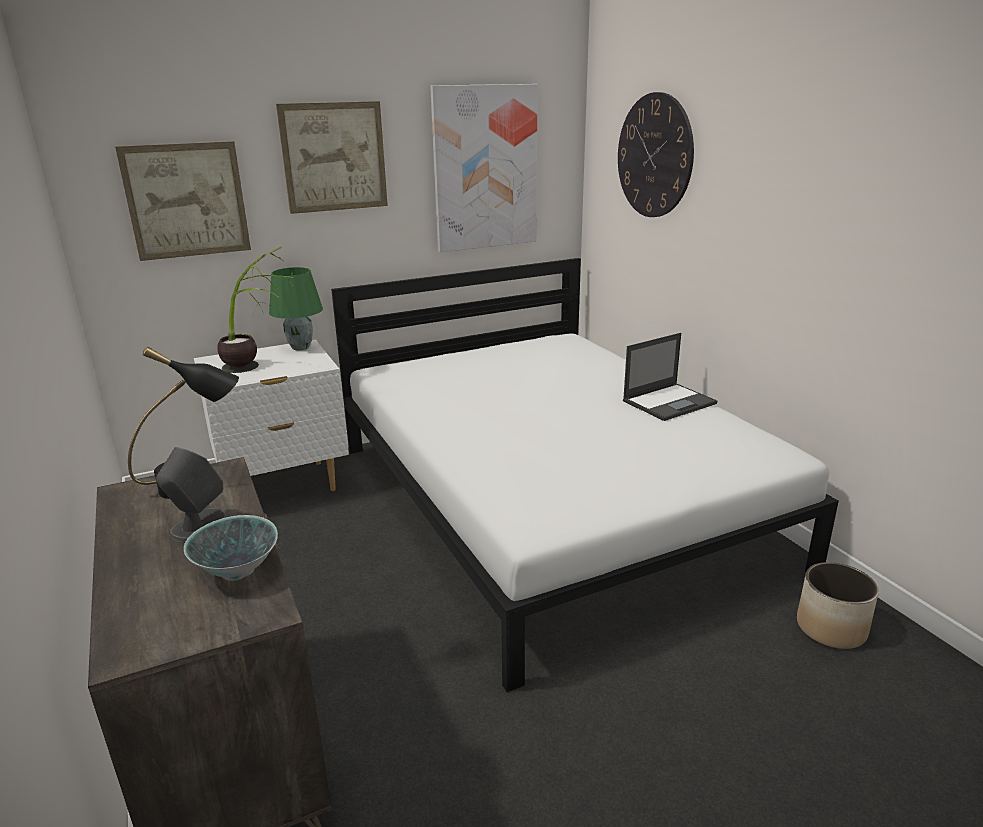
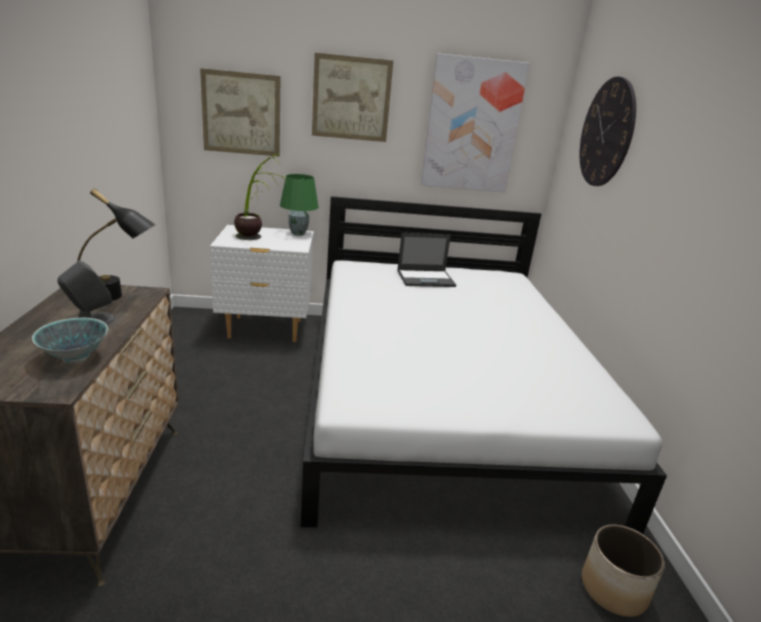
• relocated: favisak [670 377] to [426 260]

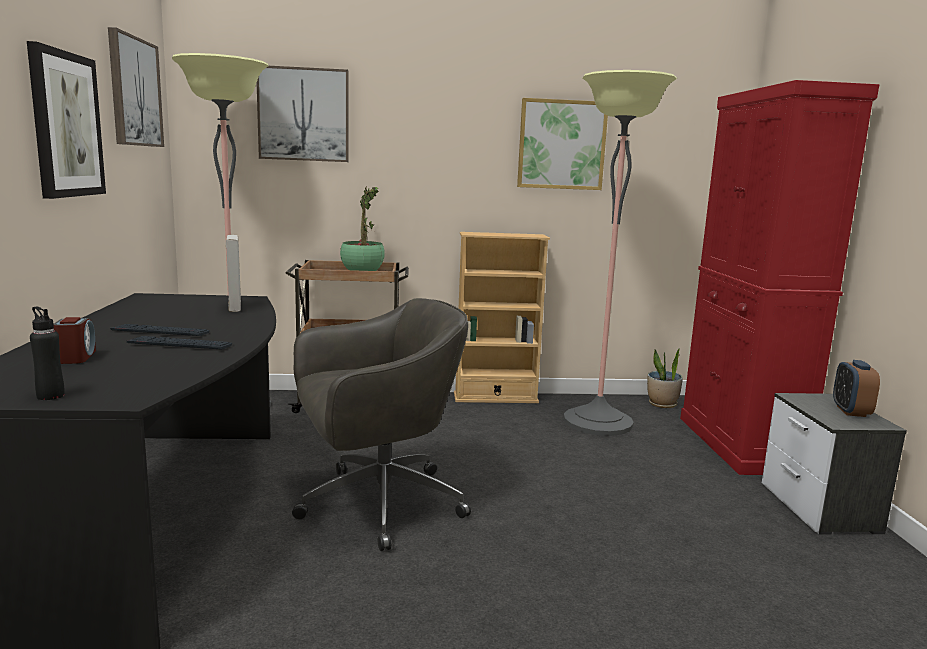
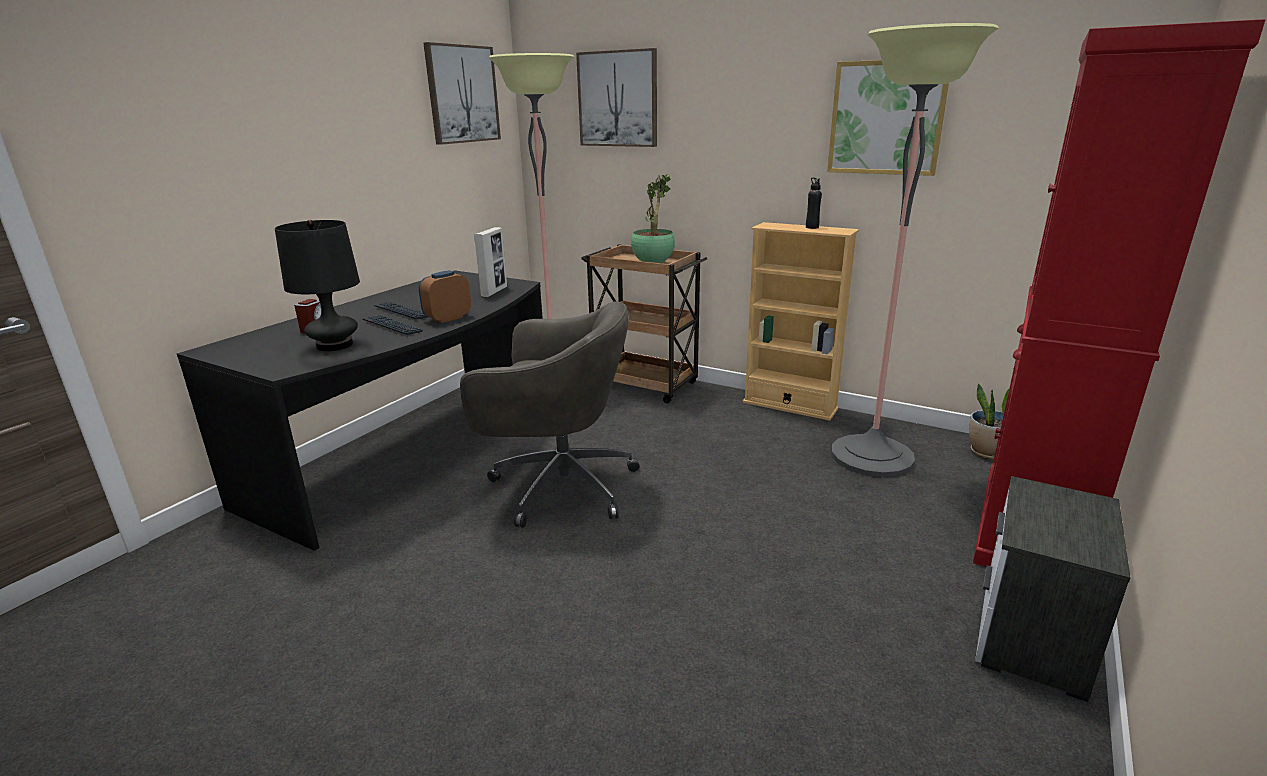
• missing: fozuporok [66 120]
• appeared: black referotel [317 285]
• relocated: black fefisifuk [47 353] to [814 203]
• relocated: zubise [856 388] to [445 296]

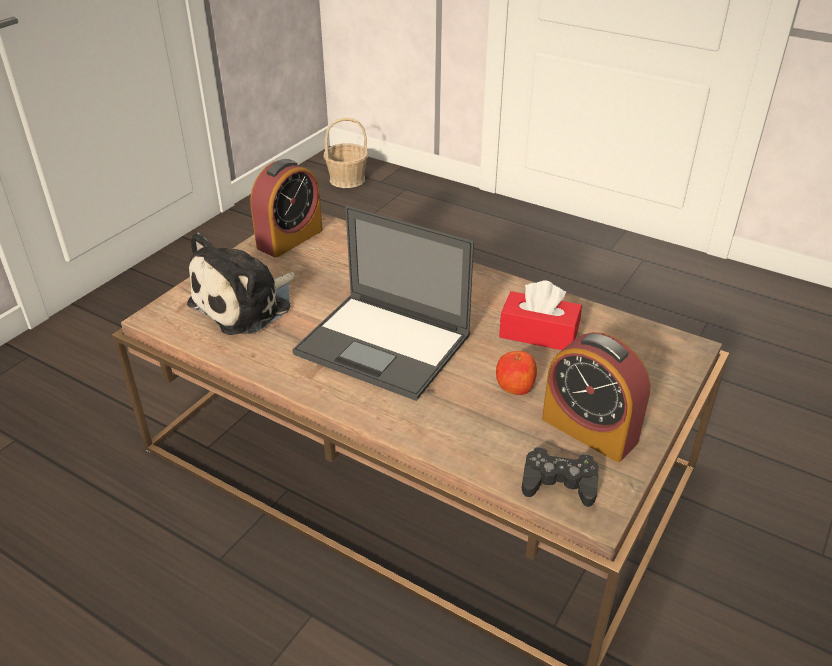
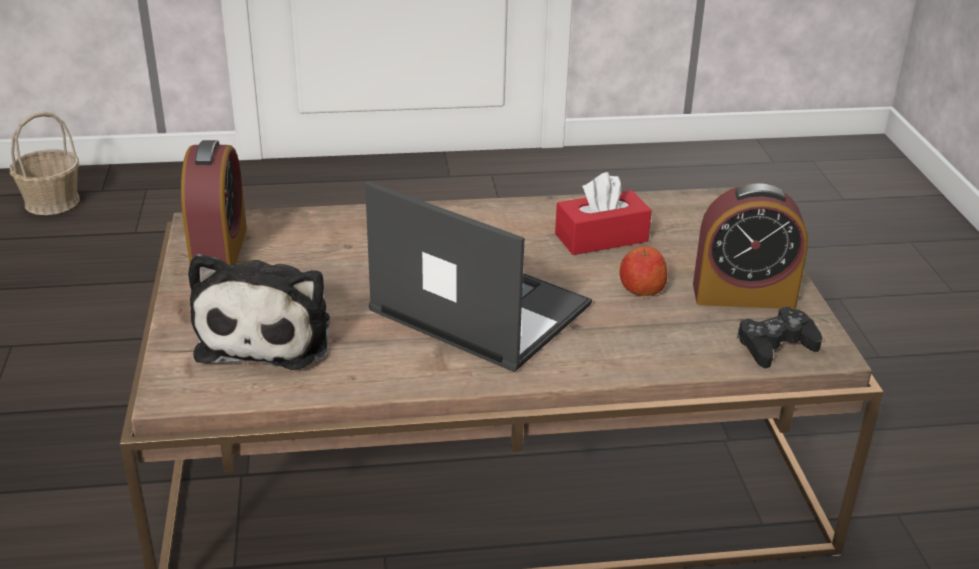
• spun: favisak [383 303] = [478 276] 135 degrees counterclockwise

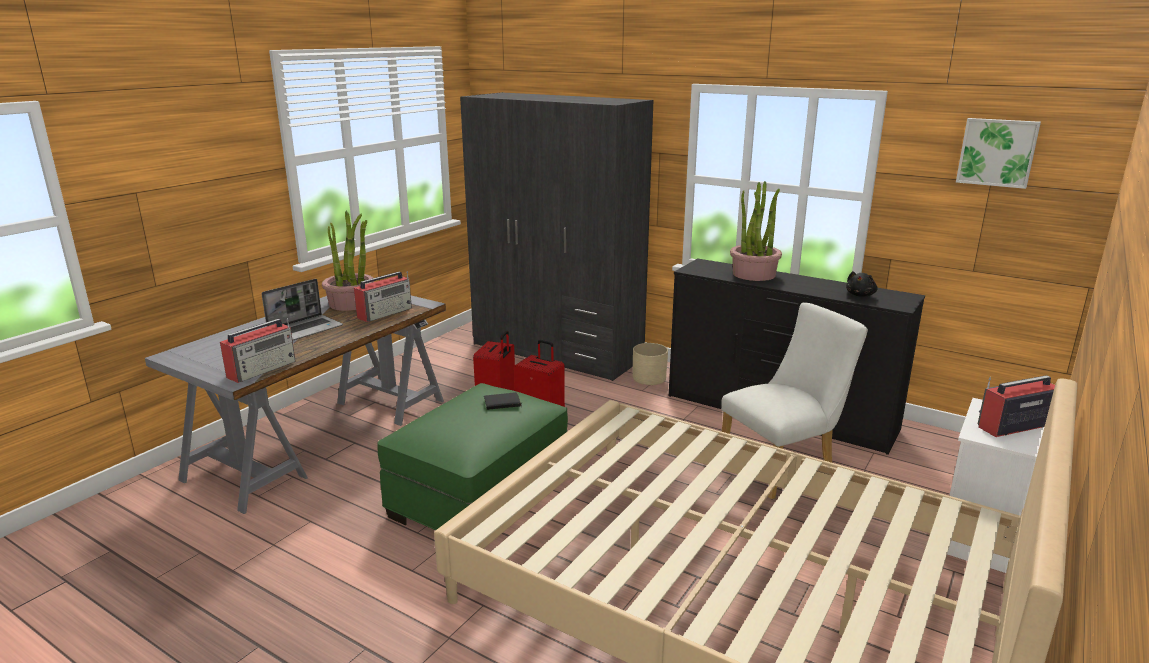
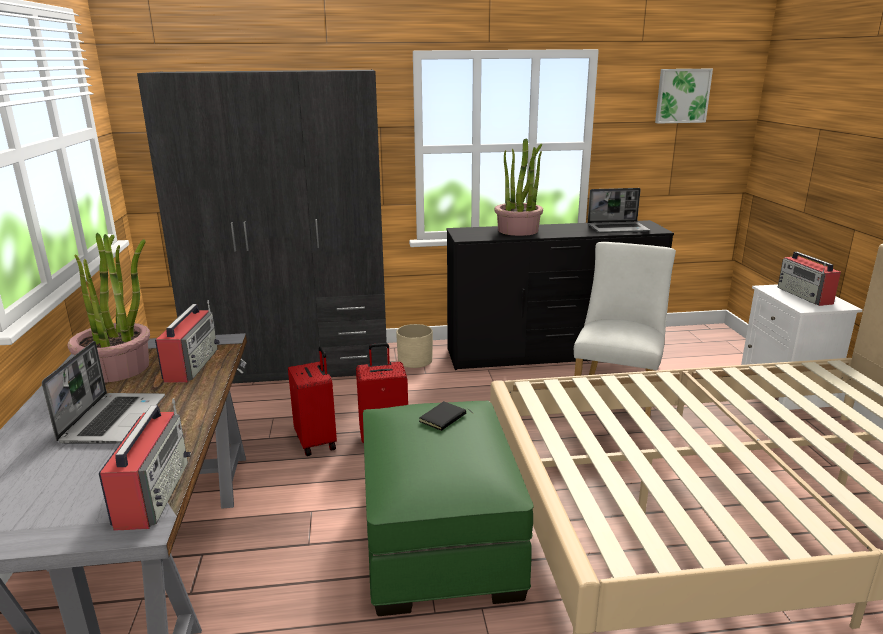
• exchanged: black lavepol [862 284] to favisak [619 210]
• spun: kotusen [1016 406] = [809 279] 45 degrees counterclockwise

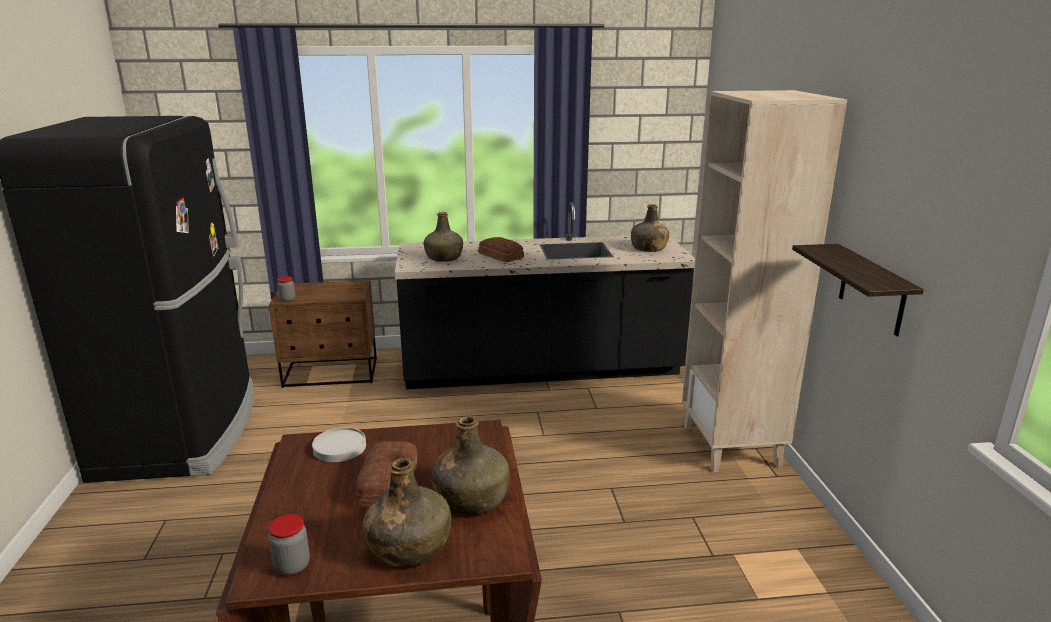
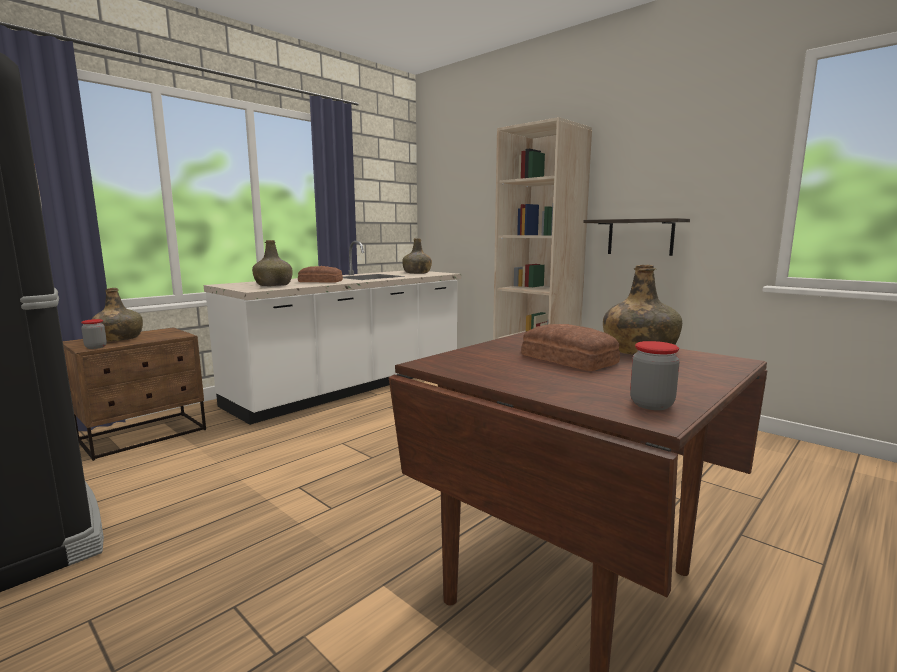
• missing: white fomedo [339 444]
• relocated: green fefisifuk [406 512] to [117 315]
• colour: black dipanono [545 295] to white dipanono [332 333]

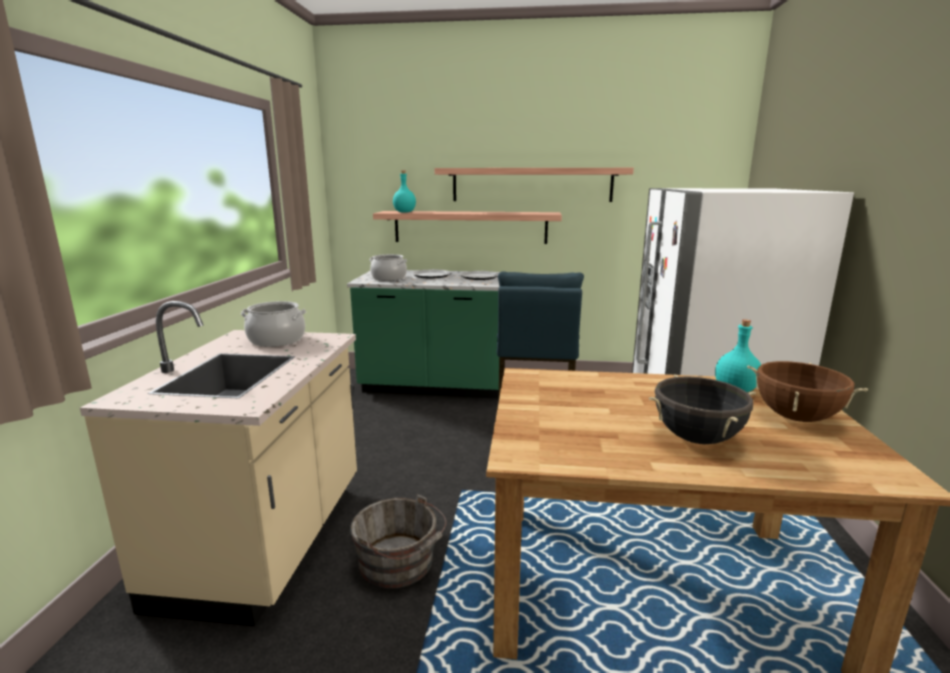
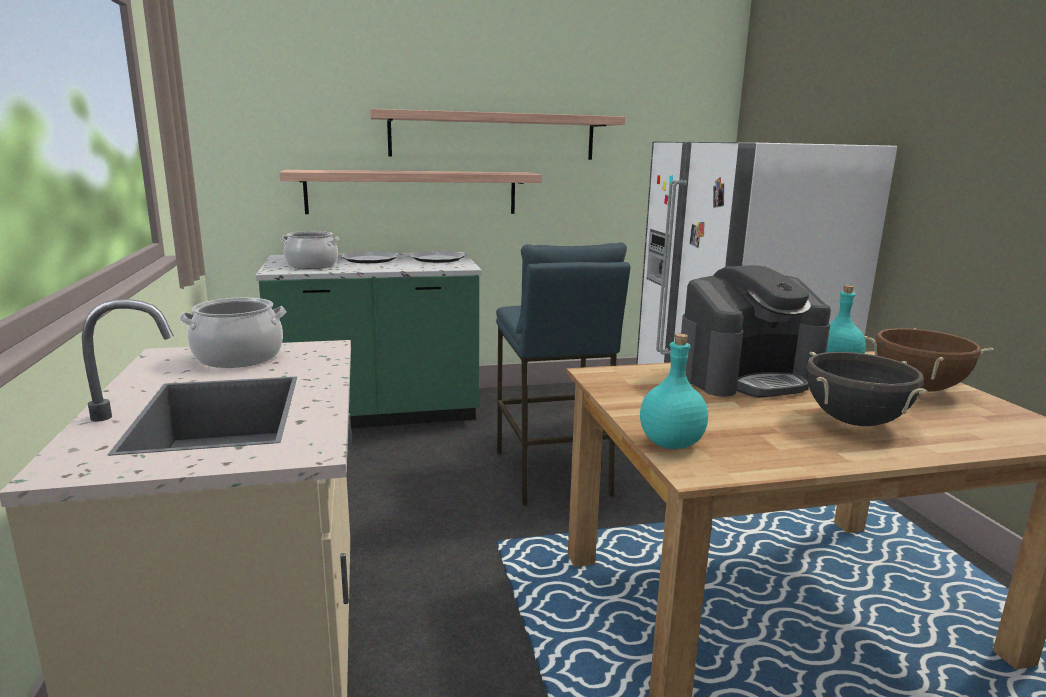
• missing: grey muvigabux [398 541]
• appeared: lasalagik [756 331]
• relocated: turquoise fefisifuk [404 191] to [674 391]

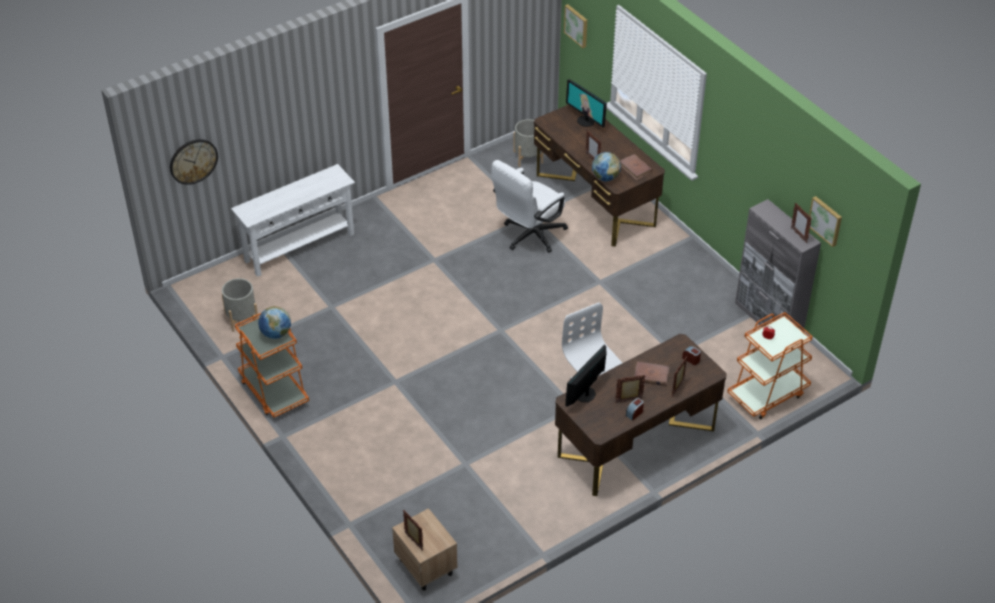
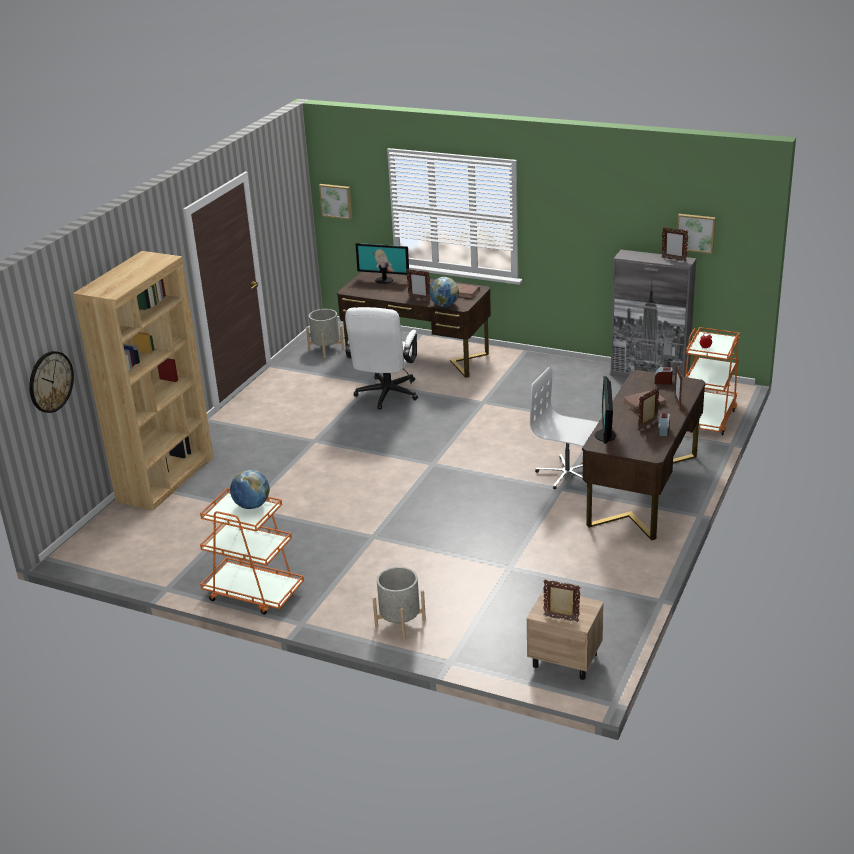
• relocated: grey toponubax [240 305] to [399 603]
• exchanged: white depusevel [293 220] to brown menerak [143 381]

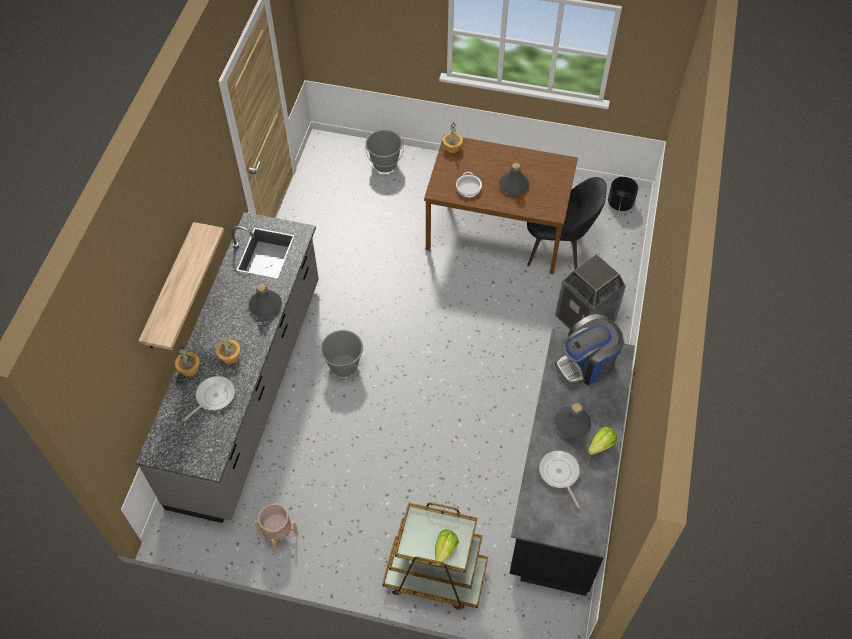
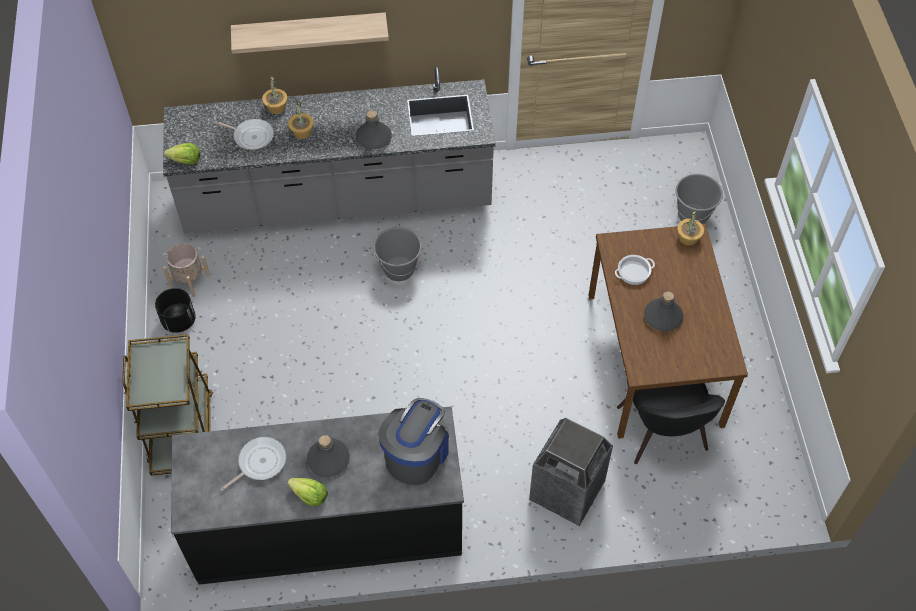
• relocated: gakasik [447 547] to [182 153]
• relocated: black toponubax [623 194] to [175 310]
• spun: lasalagik [589 350] = [413 441] 75 degrees clockwise

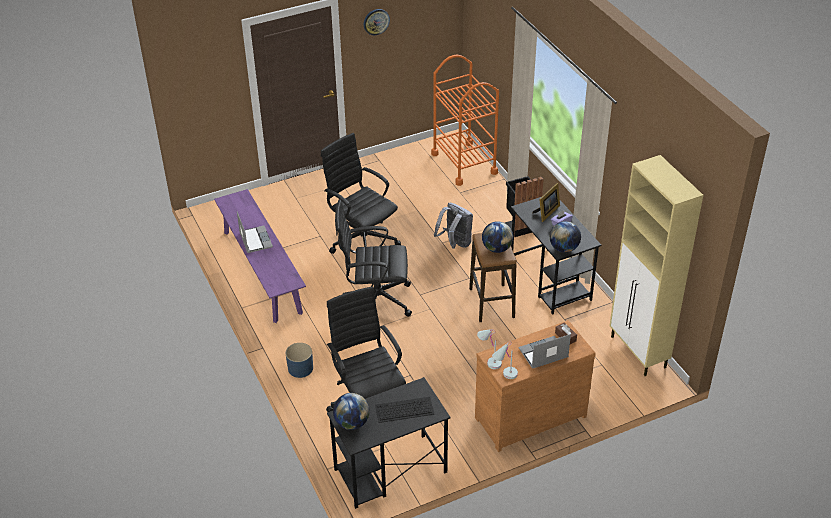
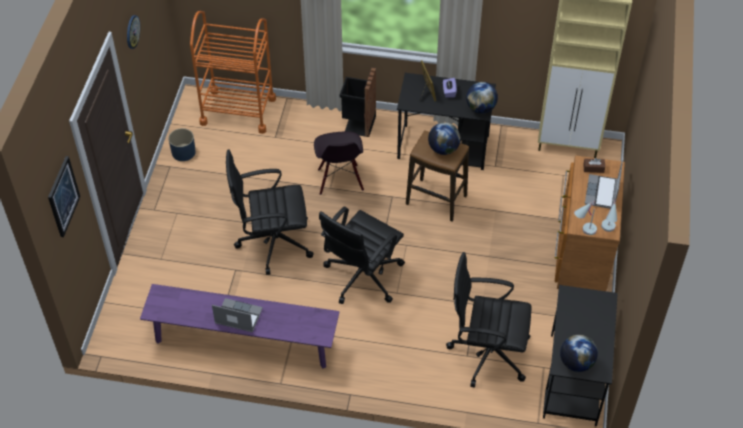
• missing: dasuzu [404 410]
• appeared: fozuporok [64 196]
• relocated: blue toponubax [299 360] to [182 144]
• exchanged: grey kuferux [453 226] to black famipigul [339 163]

